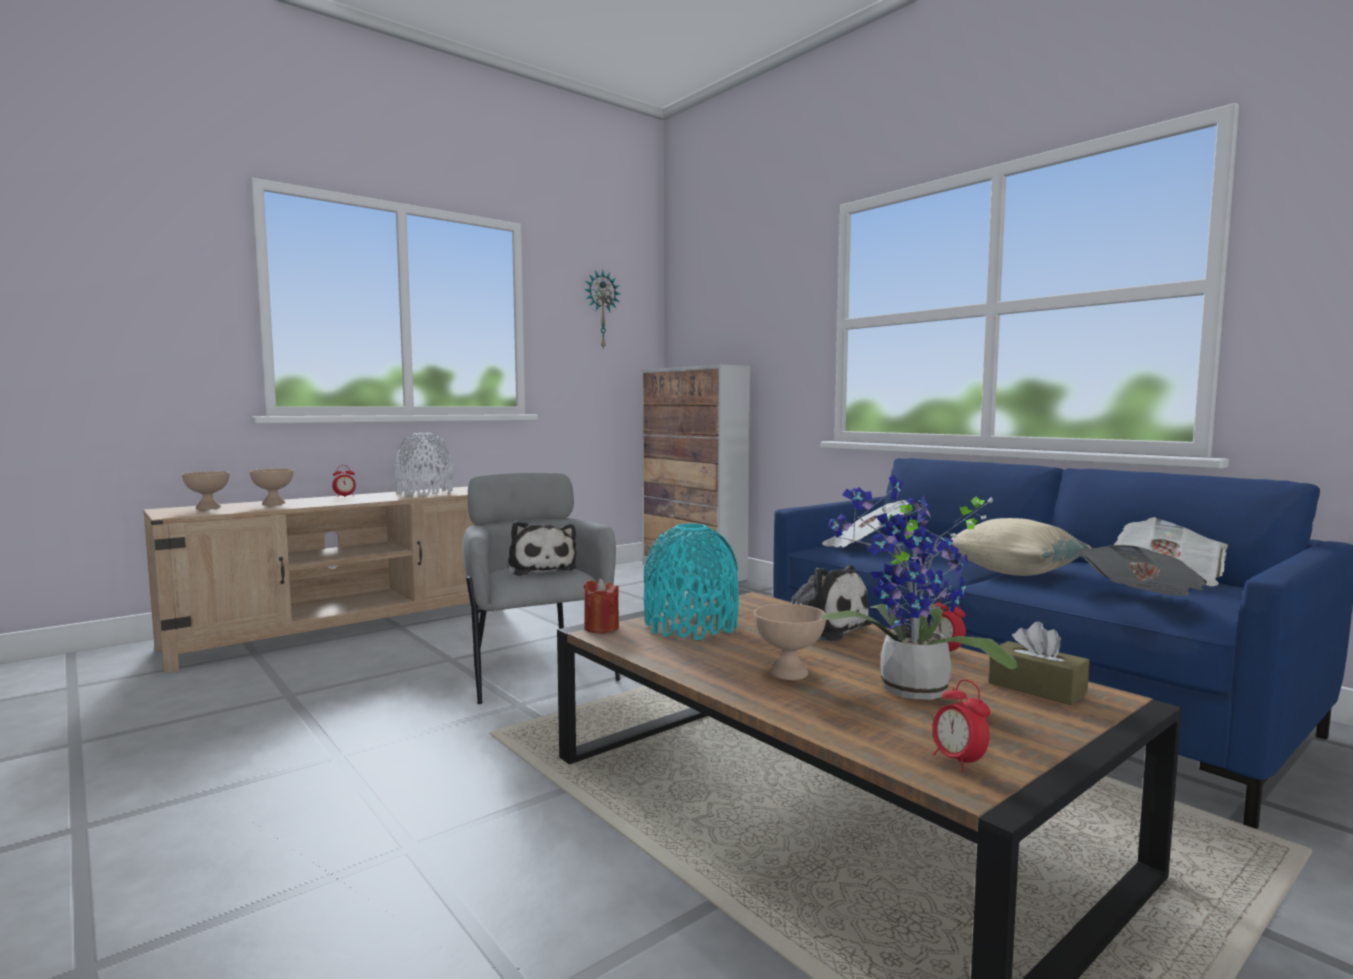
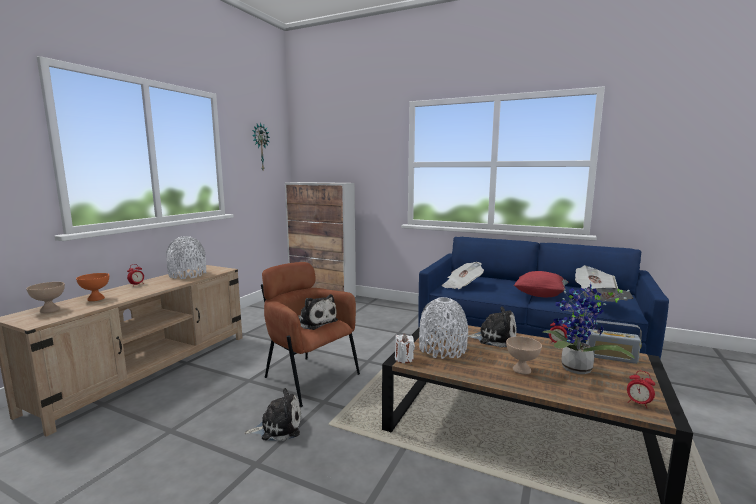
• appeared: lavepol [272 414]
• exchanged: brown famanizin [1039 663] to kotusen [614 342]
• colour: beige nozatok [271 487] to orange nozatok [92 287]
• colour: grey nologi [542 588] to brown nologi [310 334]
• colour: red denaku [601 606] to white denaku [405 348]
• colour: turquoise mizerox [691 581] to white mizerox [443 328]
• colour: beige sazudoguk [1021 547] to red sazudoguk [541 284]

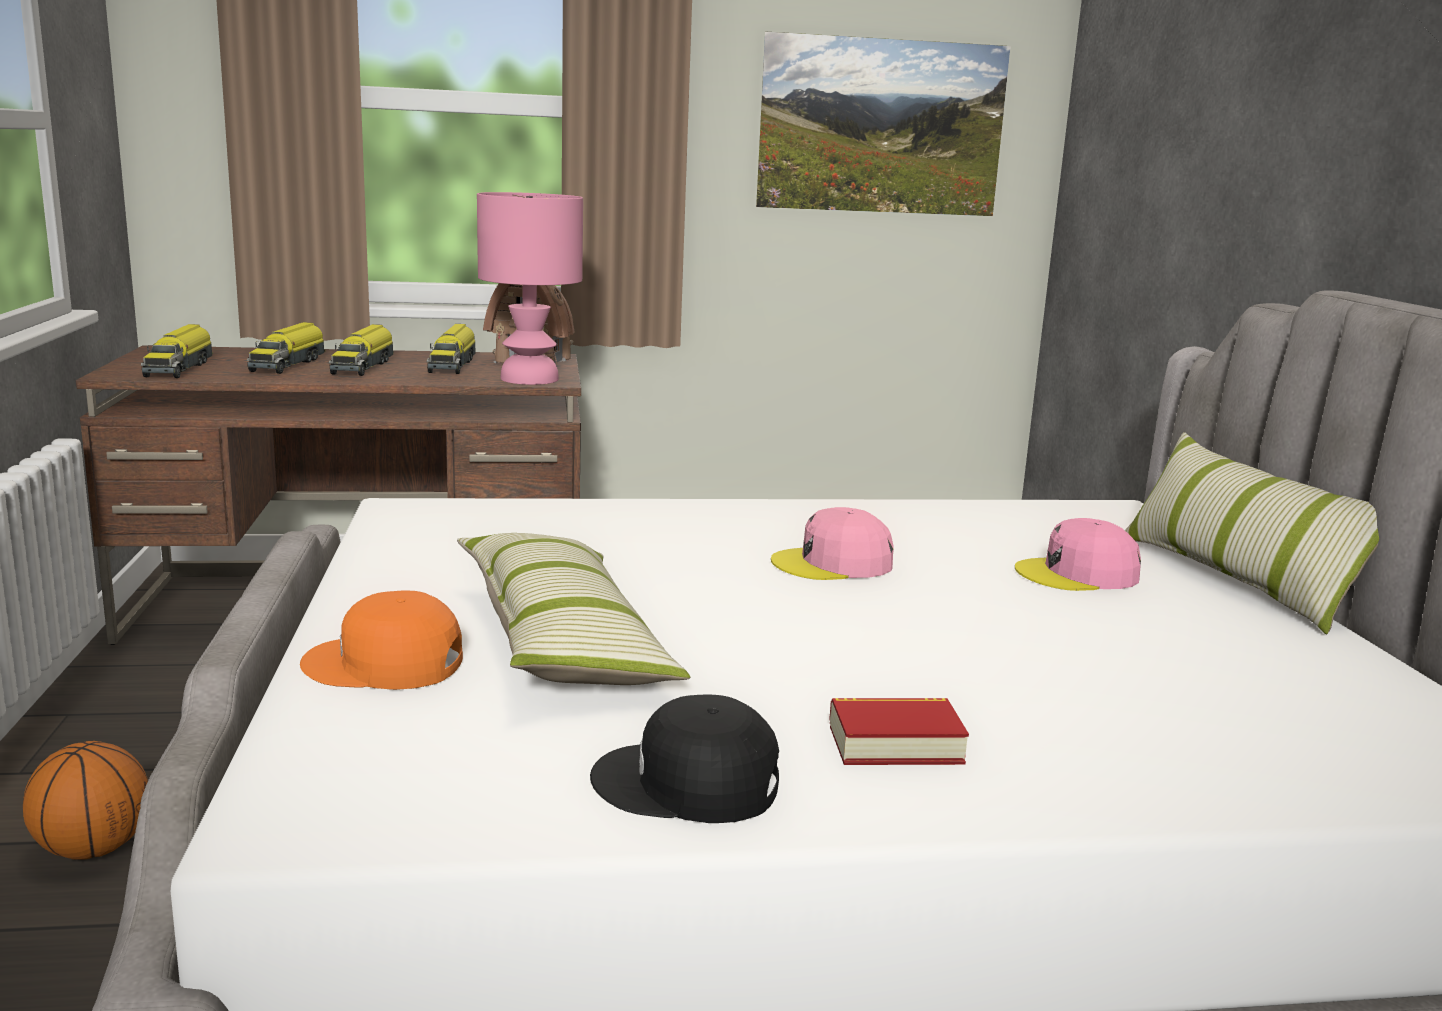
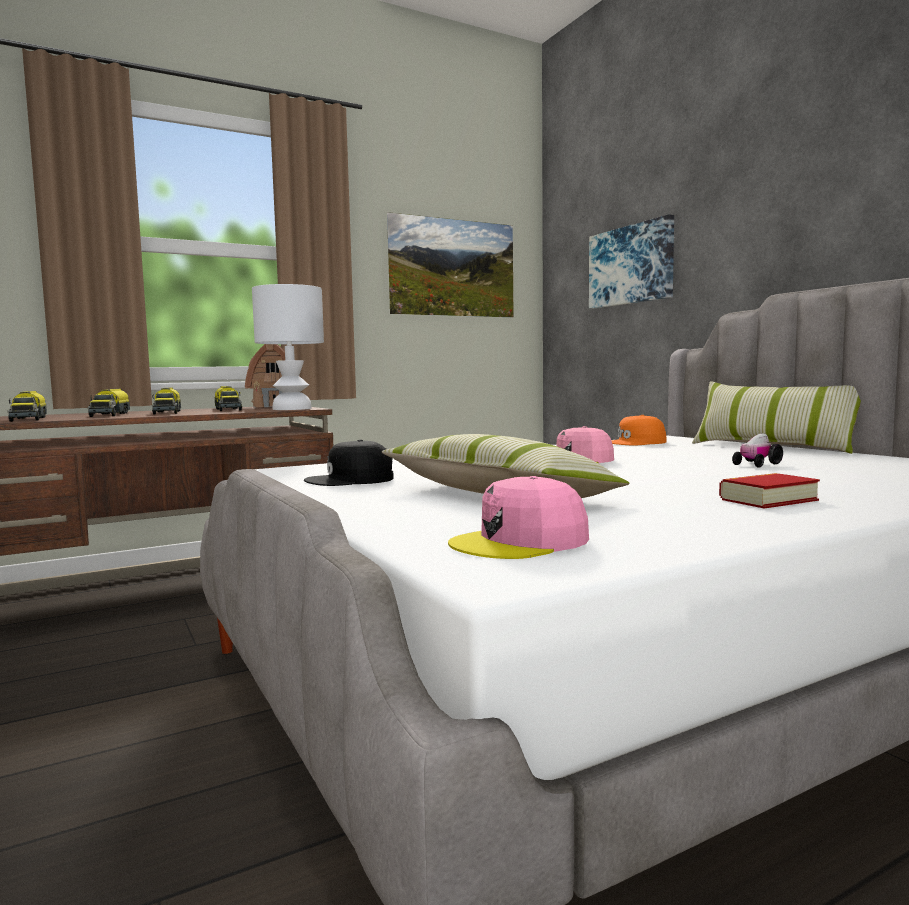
• missing: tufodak [85 800]
• appeared: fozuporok [631 261]
• appeared: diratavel [757 450]
• relocated: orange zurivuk [381 640] to [639 430]
• relocated: black zurivuk [684 758] to [349 463]
• relocated: pink zurivuk [1078 554] to [518 517]
• colour: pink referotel [530 288] to white referotel [288 347]

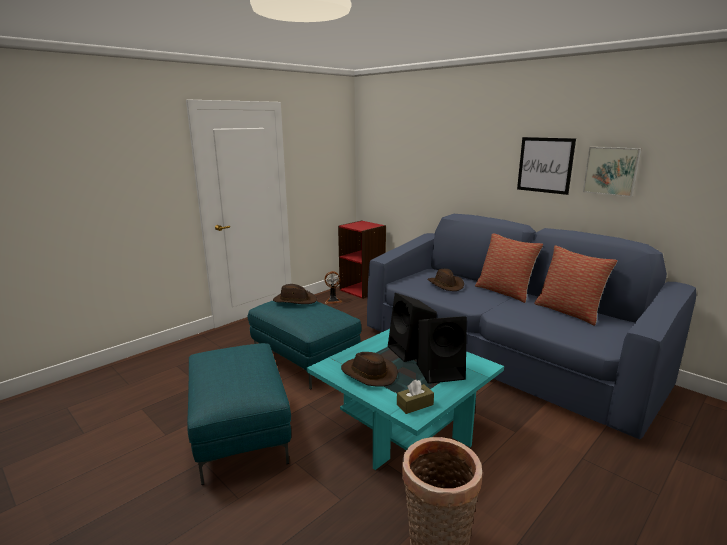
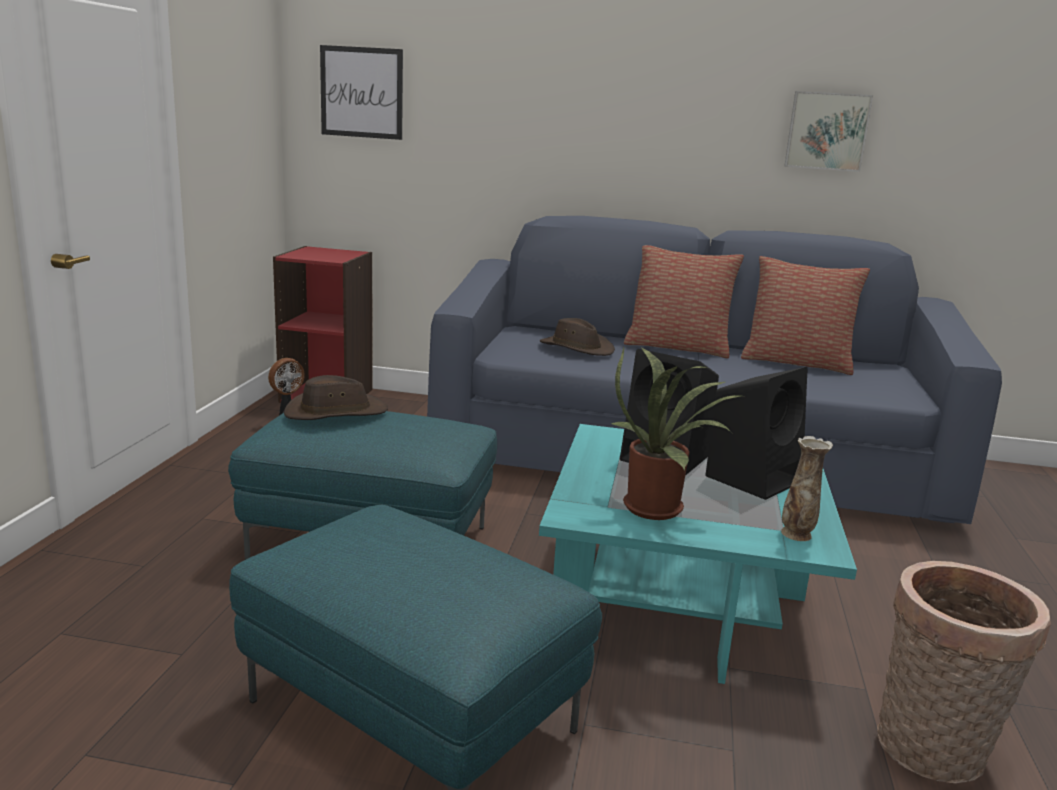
• relocated: fozuporok [546 166] to [361 92]
• exchanged: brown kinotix [369 369] to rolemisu [676 434]
• exchanged: brown famanizin [415 397] to mizerox [807 488]

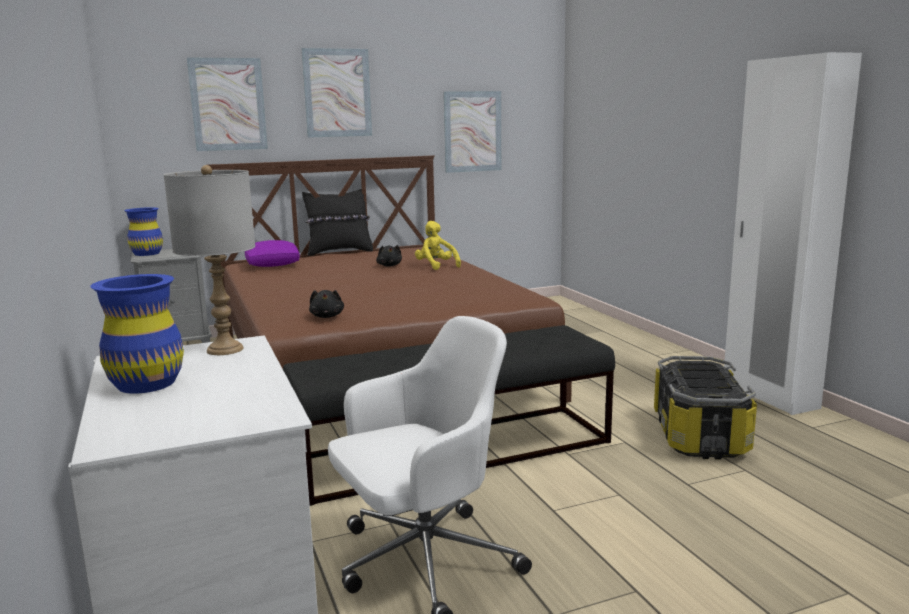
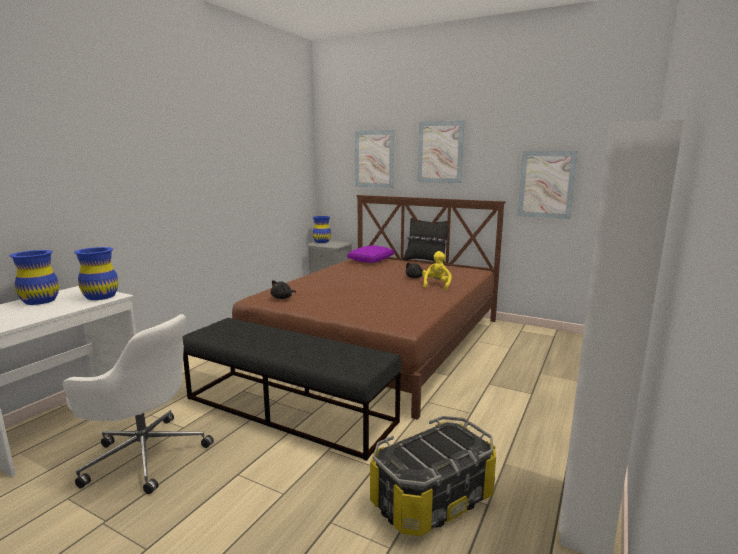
• exchanged: grey referotel [209 260] to blue mizerox [96 273]

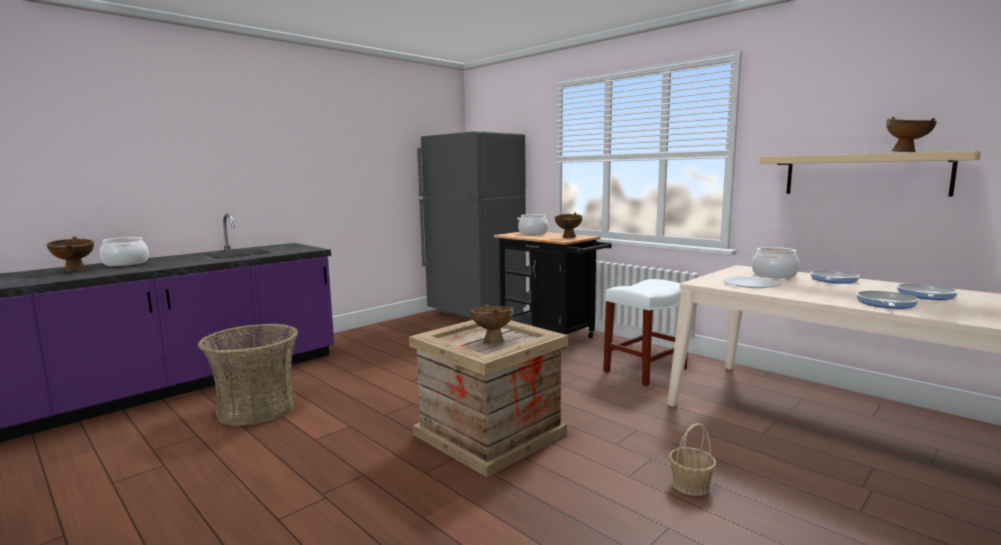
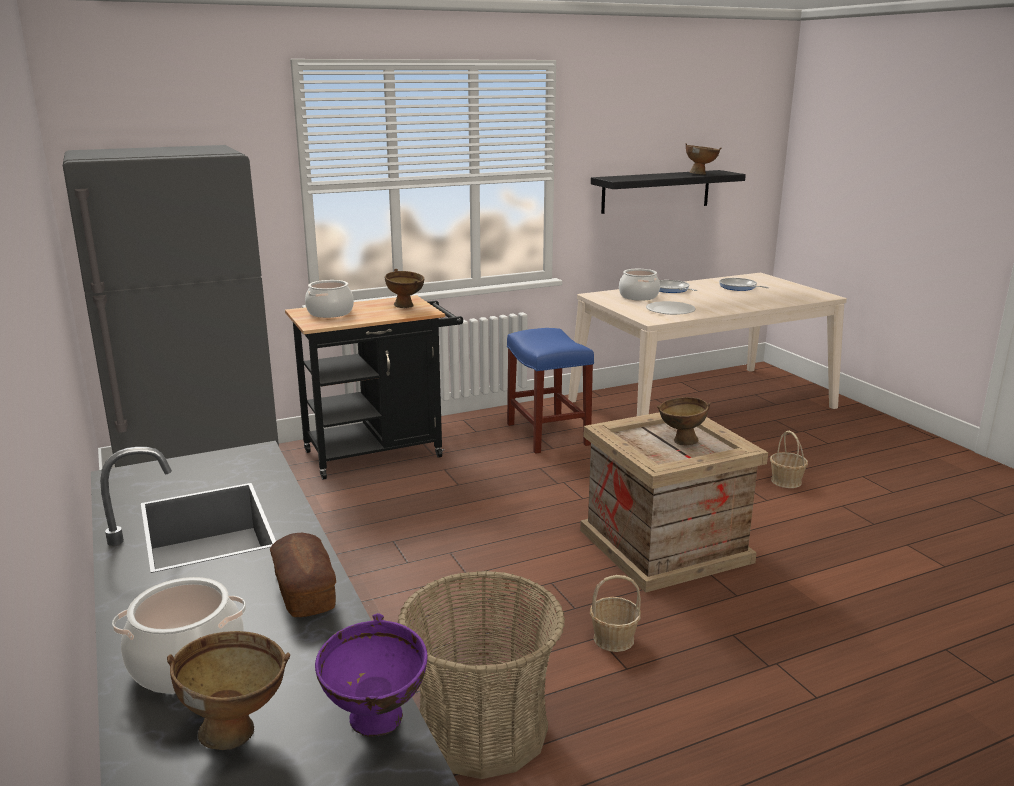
• missing: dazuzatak [887 300]
• appeared: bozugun [303 575]
• appeared: purple nozatok [371 675]
• appeared: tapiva [615 613]
• colour: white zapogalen [645 332] to blue zapogalen [550 391]
• colour: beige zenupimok [870 174] to black zenupimok [668 192]

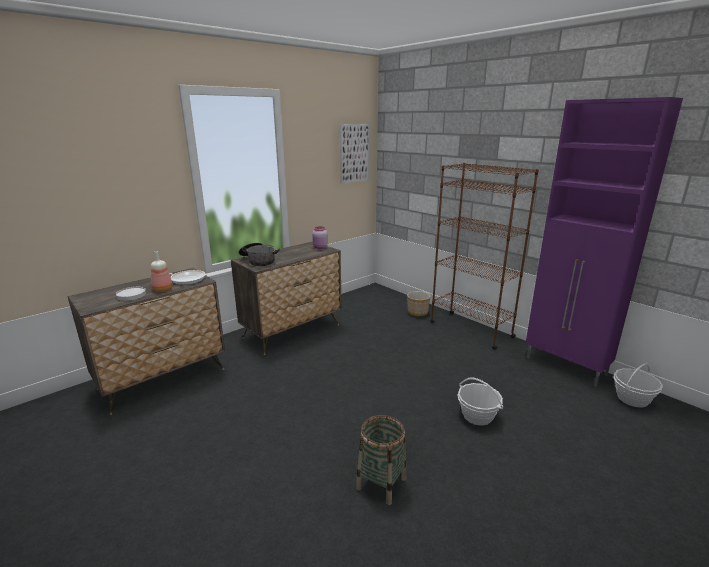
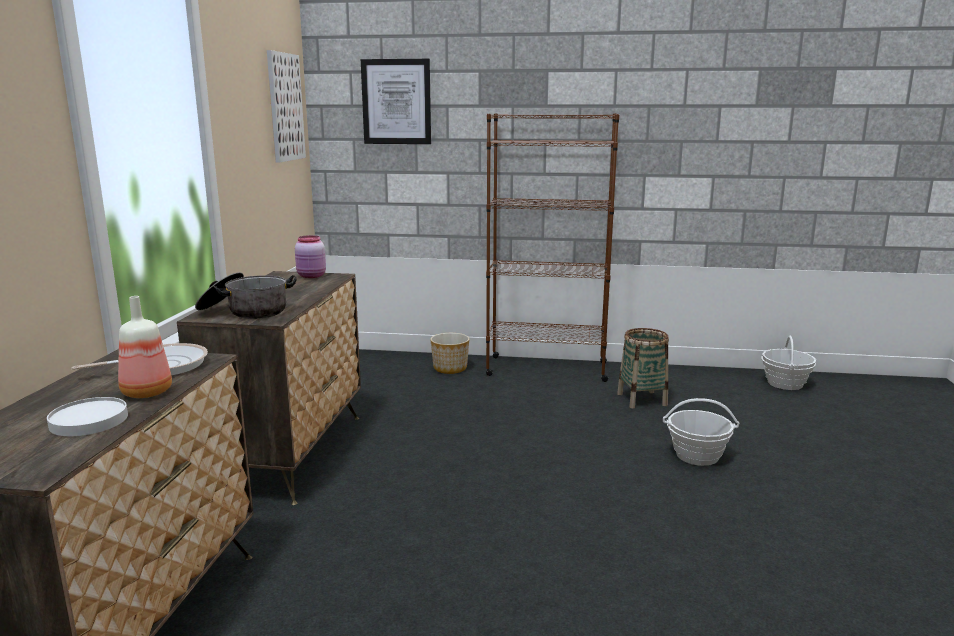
• missing: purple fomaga [604 241]
• appeared: fozuporok [396 101]
• relocated: tapiva [381 460] to [643 368]

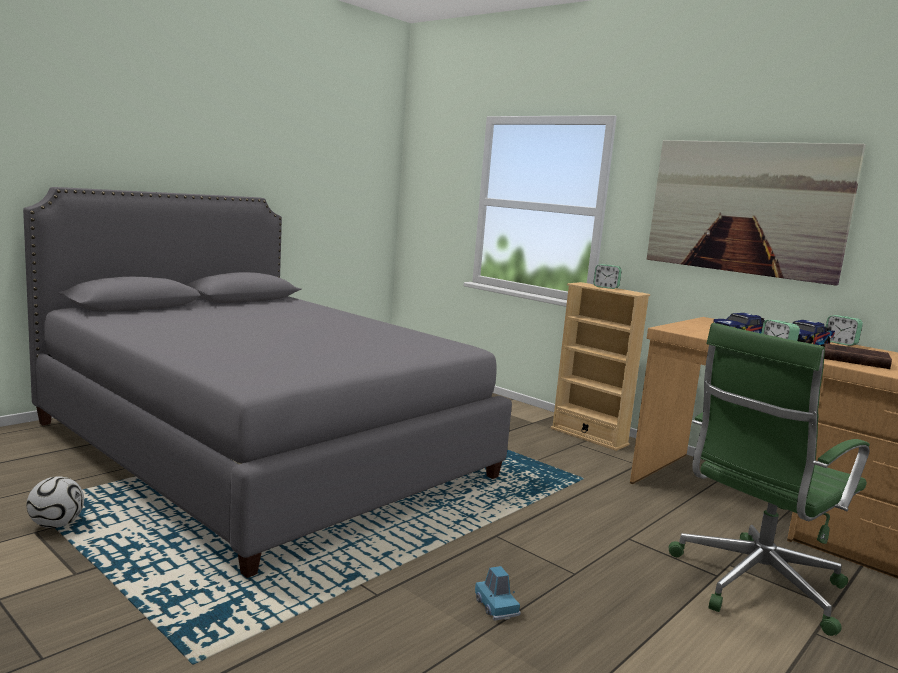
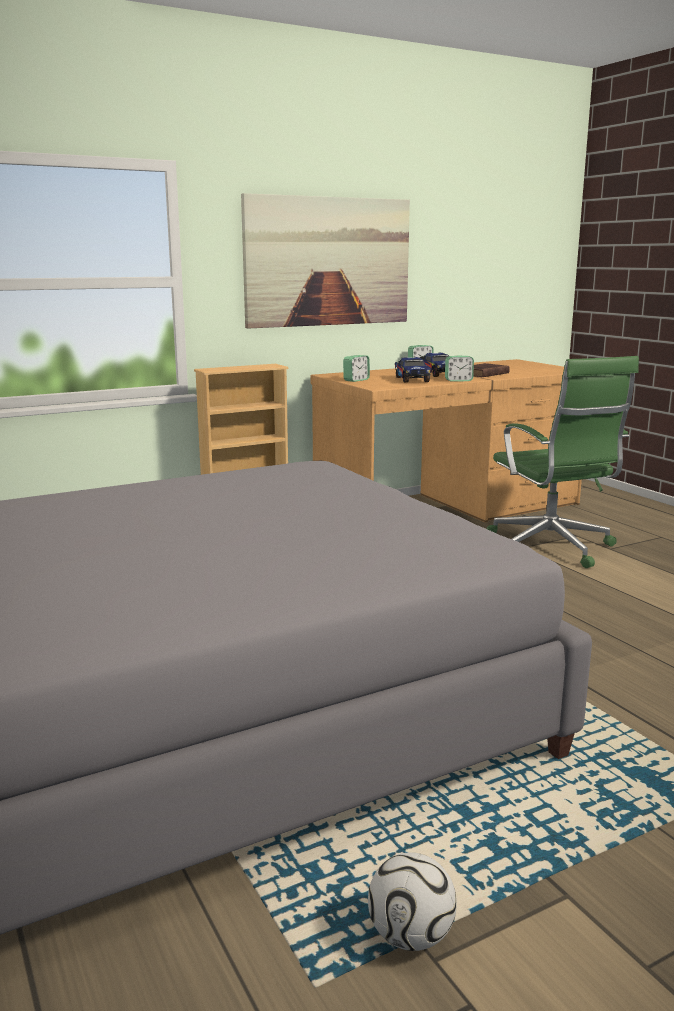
• missing: blue diratavel [498 593]
• relocated: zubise [607 276] to [356 368]

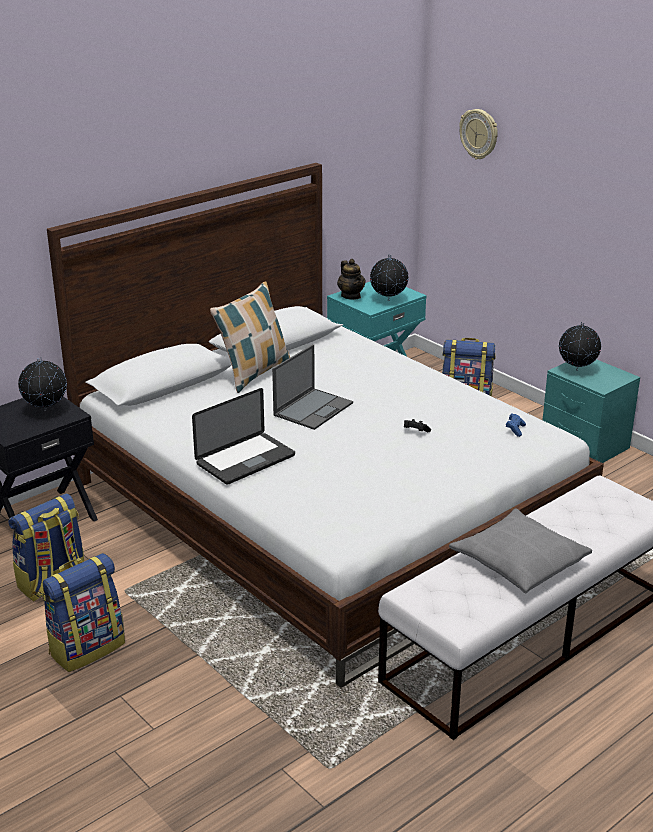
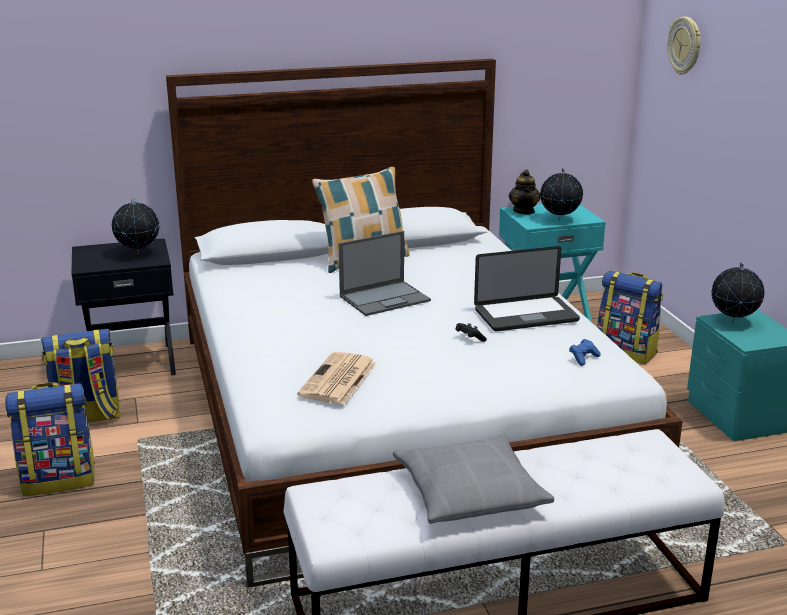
• appeared: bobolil [336 378]
• relocated: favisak [243 436] to [527 288]

